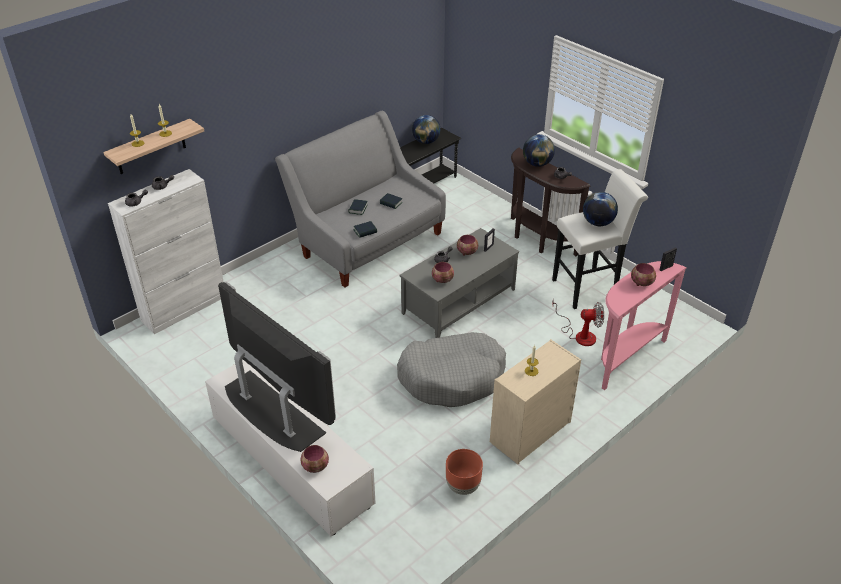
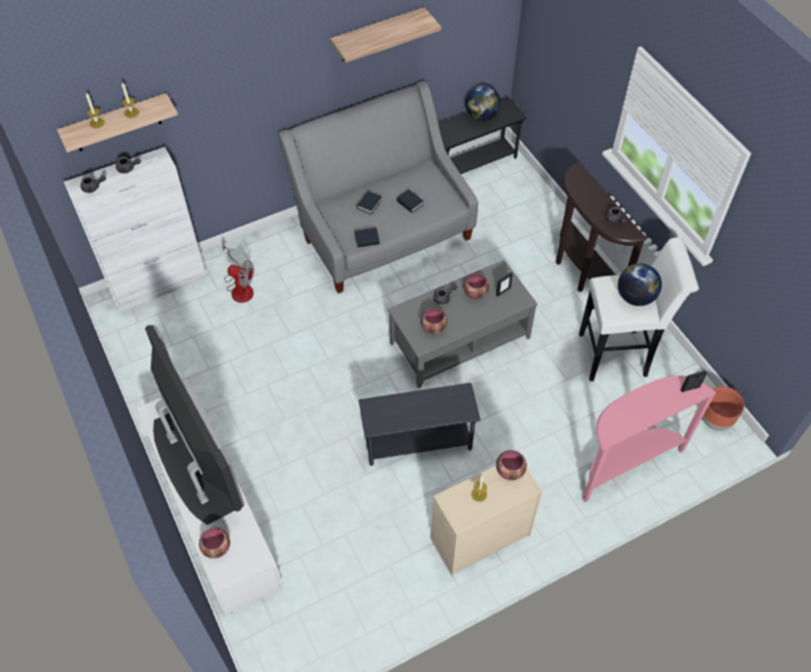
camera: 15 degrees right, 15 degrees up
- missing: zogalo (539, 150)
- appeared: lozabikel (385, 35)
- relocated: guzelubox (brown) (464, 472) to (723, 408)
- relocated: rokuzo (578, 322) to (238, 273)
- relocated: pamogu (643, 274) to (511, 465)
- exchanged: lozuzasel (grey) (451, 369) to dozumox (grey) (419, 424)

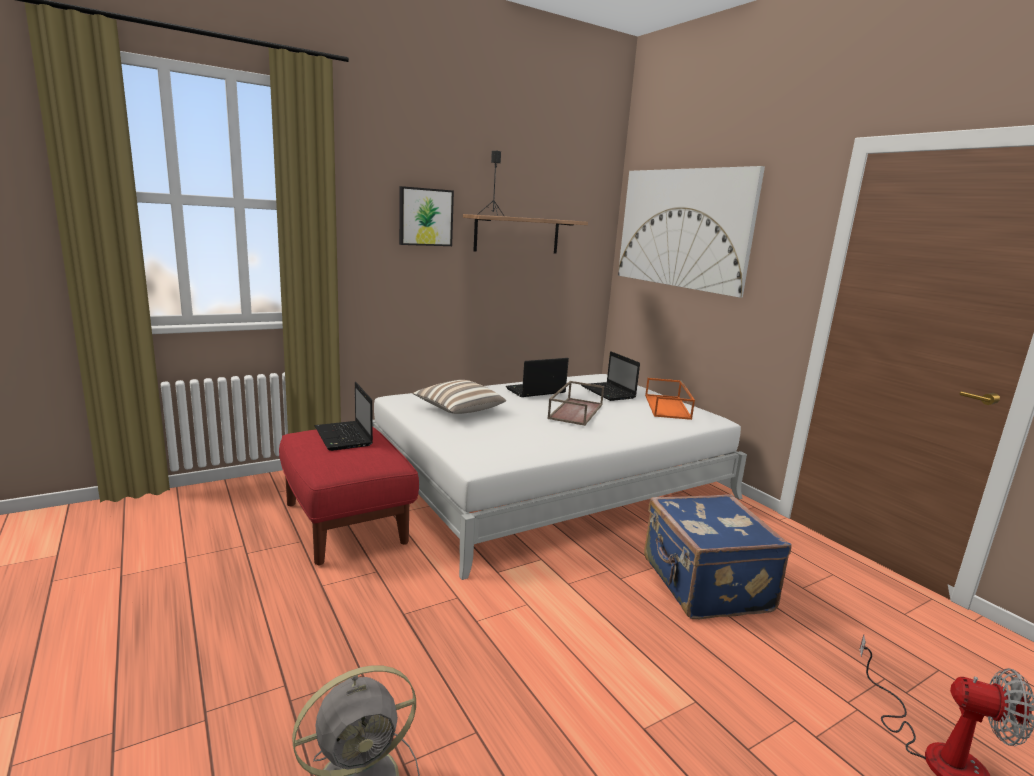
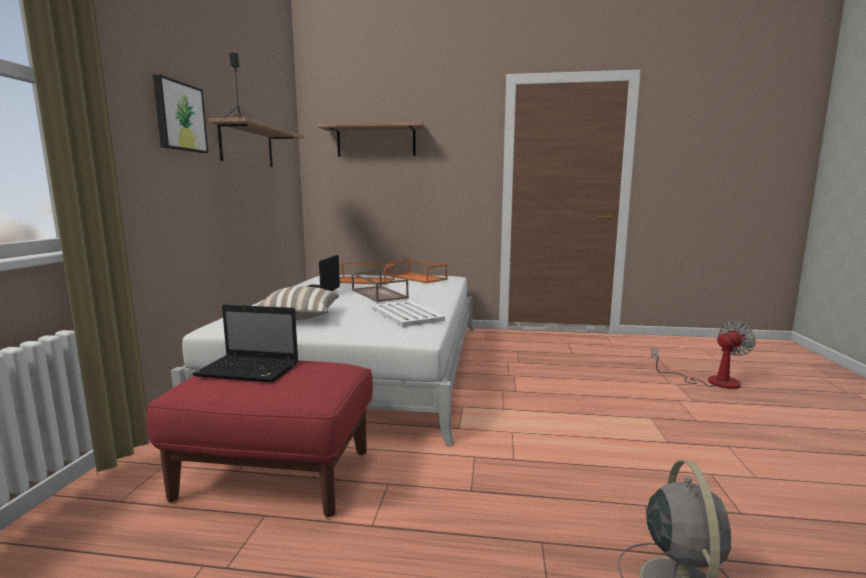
camera: 50 degrees left, 5 degrees down
- missing: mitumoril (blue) (717, 556)
- appeared: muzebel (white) (408, 314)
- exchanged: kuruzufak (610, 376) to muzebel (orange) (367, 273)
- exchanged: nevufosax (691, 231) to lozabikel (371, 139)

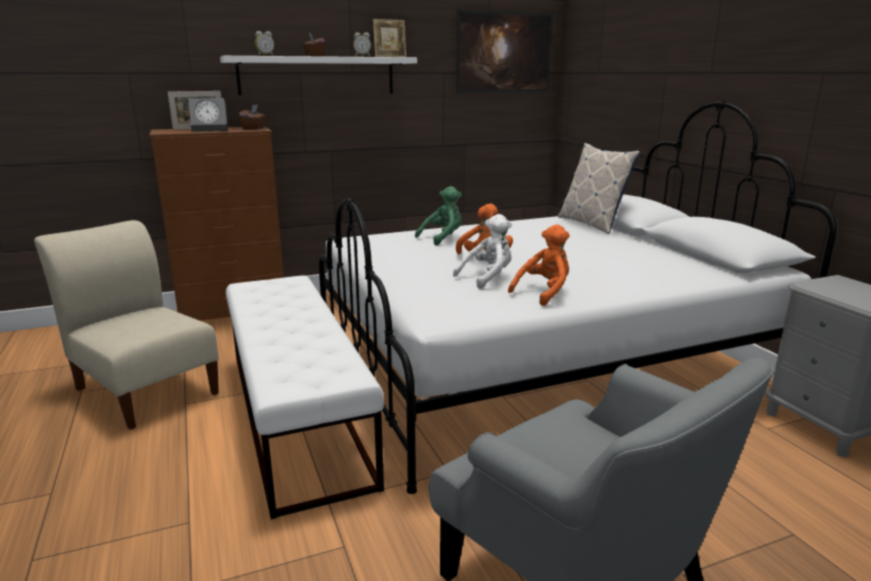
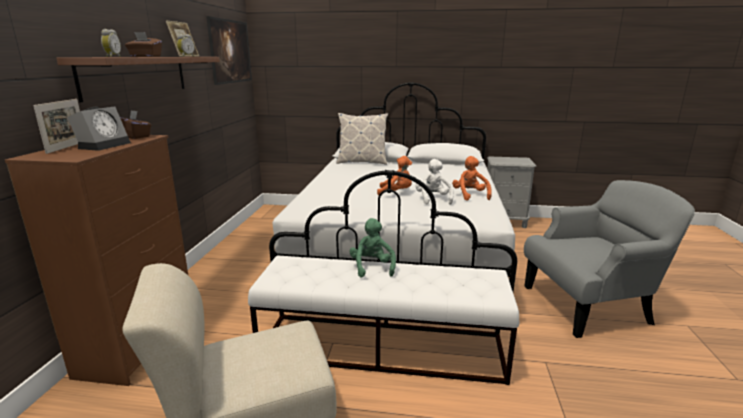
camera: 60 degrees left, 0 degrees up
- relocated: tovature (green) (438, 216) to (372, 248)
- colour: lozabikel (white) (318, 75) to lozabikel (brown) (138, 79)

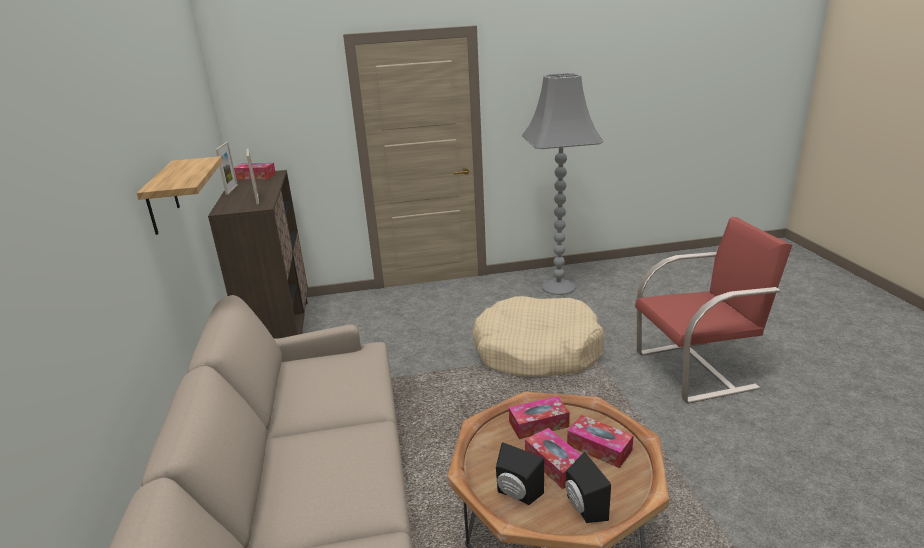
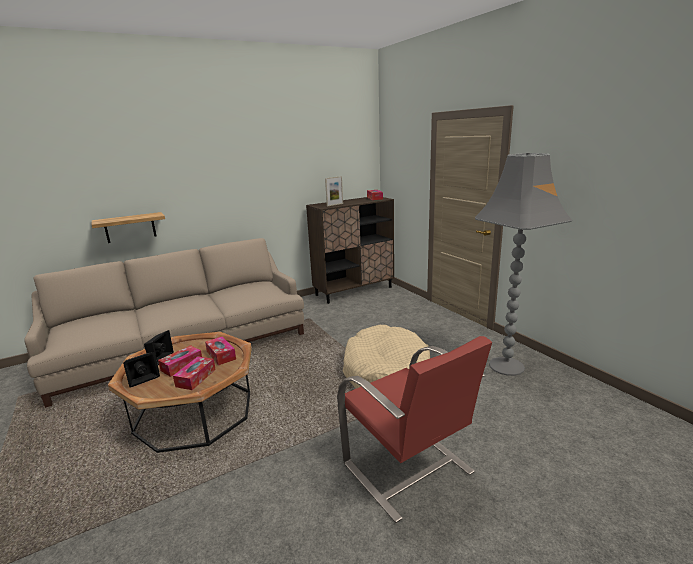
camera: 70 degrees right, 5 degrees down
- missing: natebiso (226, 168)
- relocated: lozabikel (179, 195) to (128, 227)

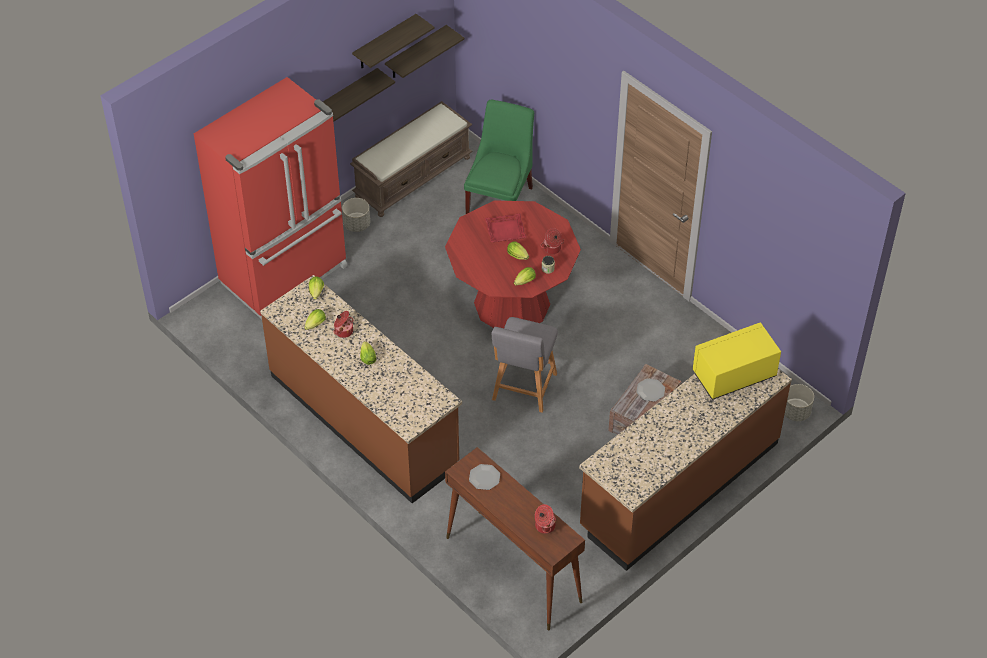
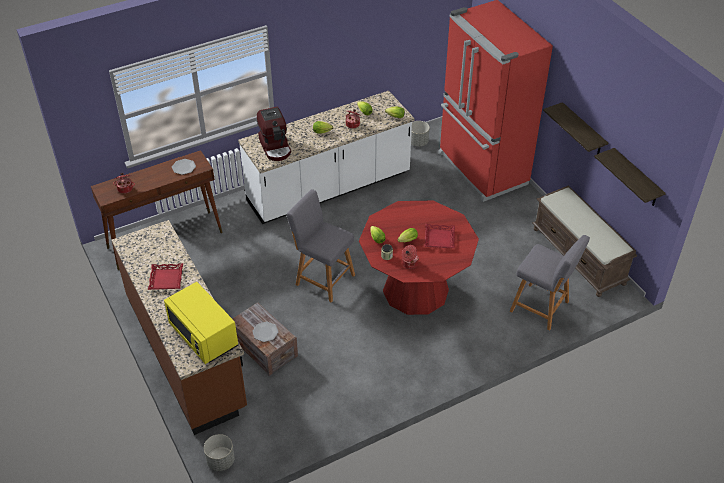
camera: 105 degrees right, 5 degrees down
- missing: lozabikel (393, 41)
- appeared: muzebel (red) (165, 276)
- appeared: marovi (274, 134)
- relocated: guzelubox (grey) (356, 215) to (420, 133)
- exchanged: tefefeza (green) (499, 157) to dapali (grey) (549, 283)
- colour: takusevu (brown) (361, 389) to takusevu (white) (326, 157)
- spun: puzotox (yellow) (737, 361) = (201, 323) 150 degrees clockwise

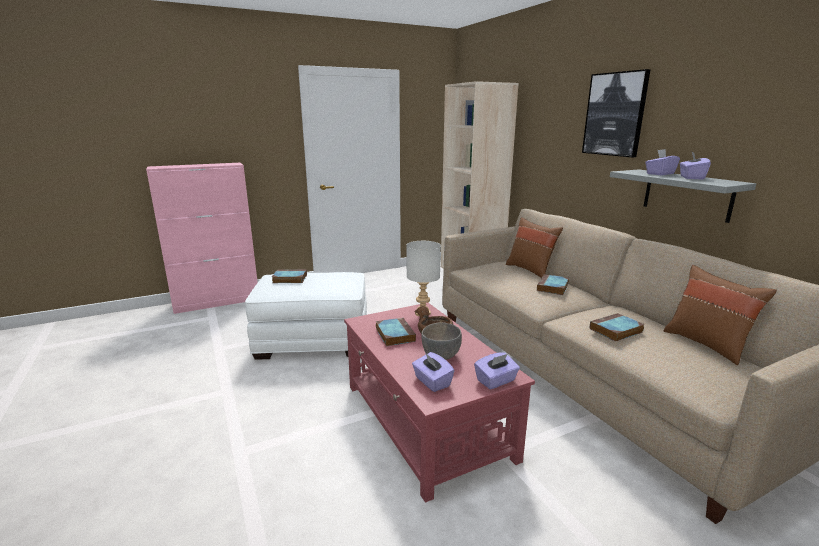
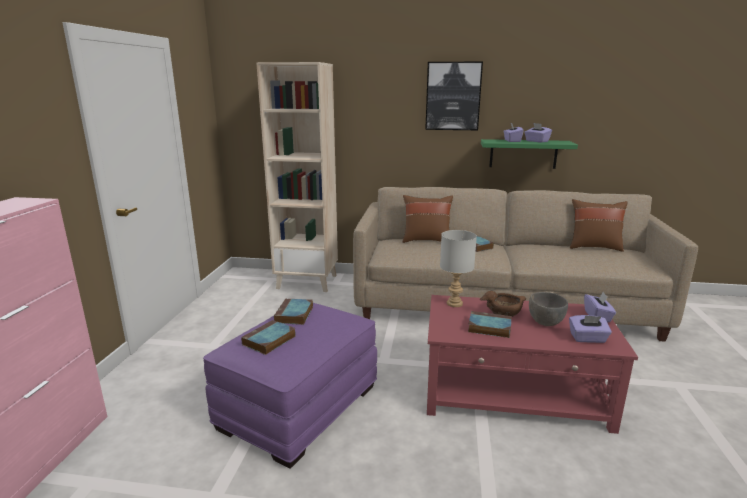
camera: 55 degrees left, 0 degrees up
- relocated: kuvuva (617, 327) to (293, 312)
- colour: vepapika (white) (306, 316) to vepapika (purple) (290, 386)
- colour: lozabikel (grey) (683, 196) to lozabikel (green) (529, 154)

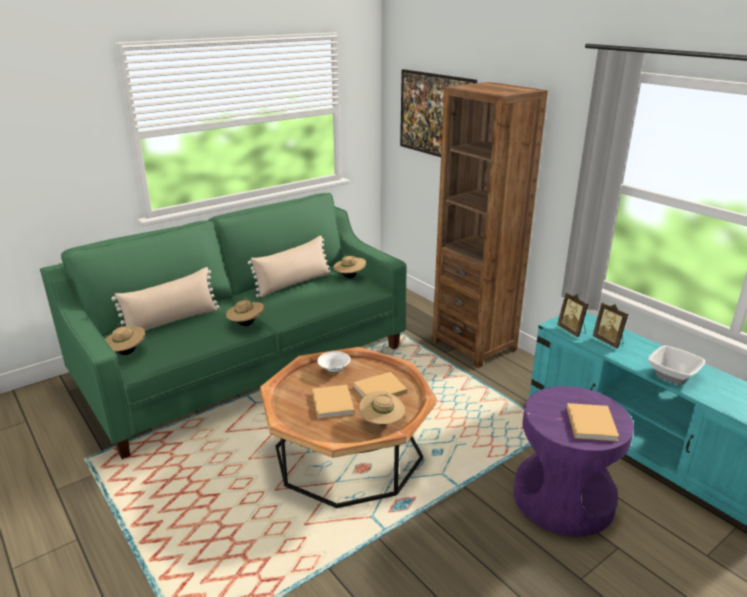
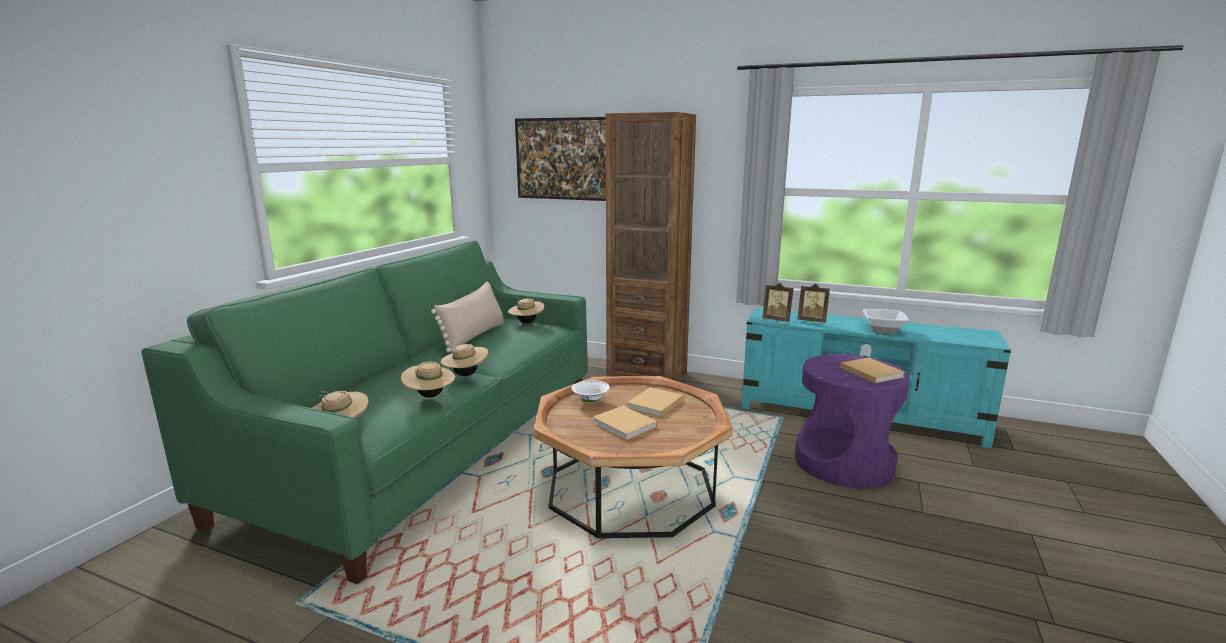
camera: 30 degrees left, 10 degrees down
- missing: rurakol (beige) (165, 299)
- relocated: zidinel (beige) (382, 408) to (428, 380)

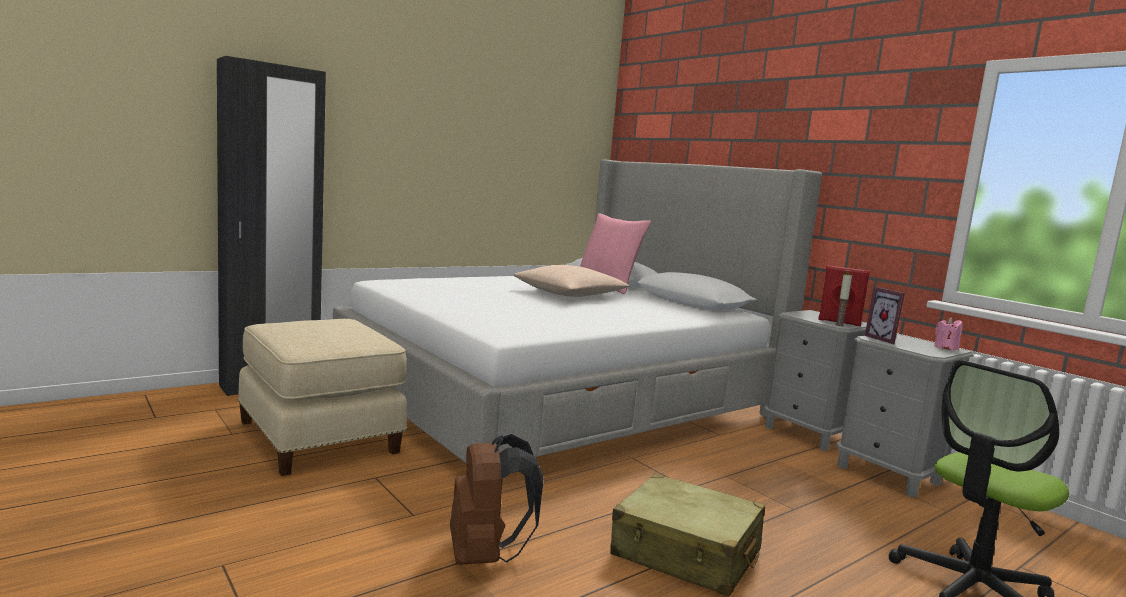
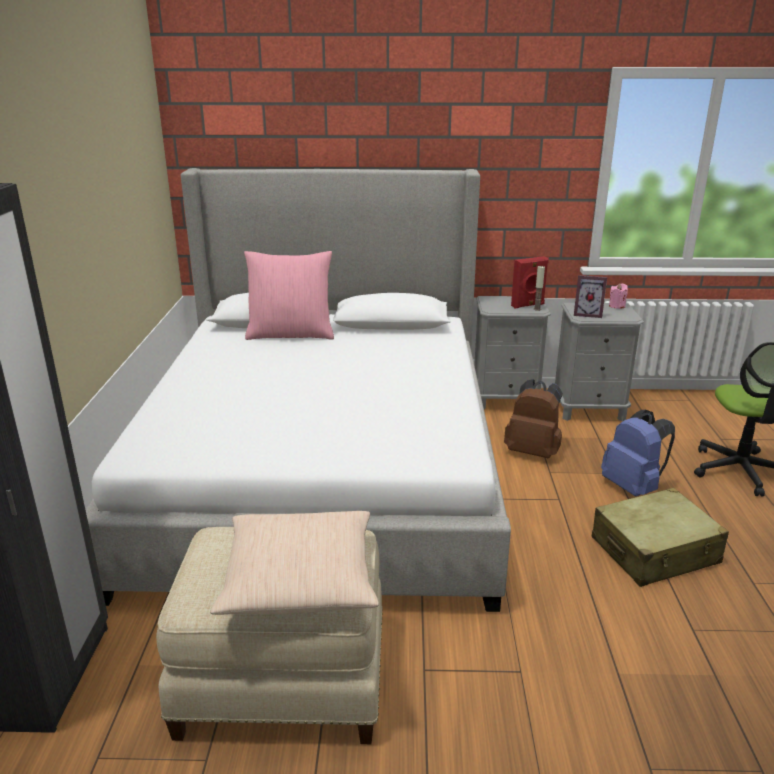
camera: 50 degrees left, 15 degrees up
- appeared: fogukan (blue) (638, 453)
- relocated: fogukan (brown) (497, 499) to (533, 418)
- relocated: rurakol (beige) (571, 281) to (294, 563)

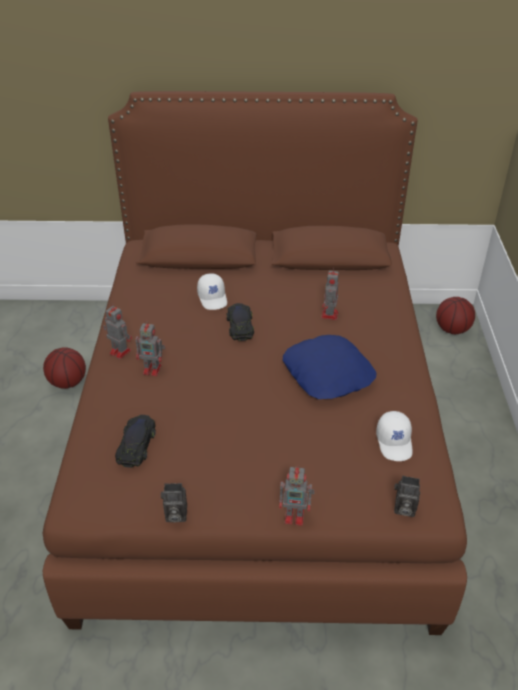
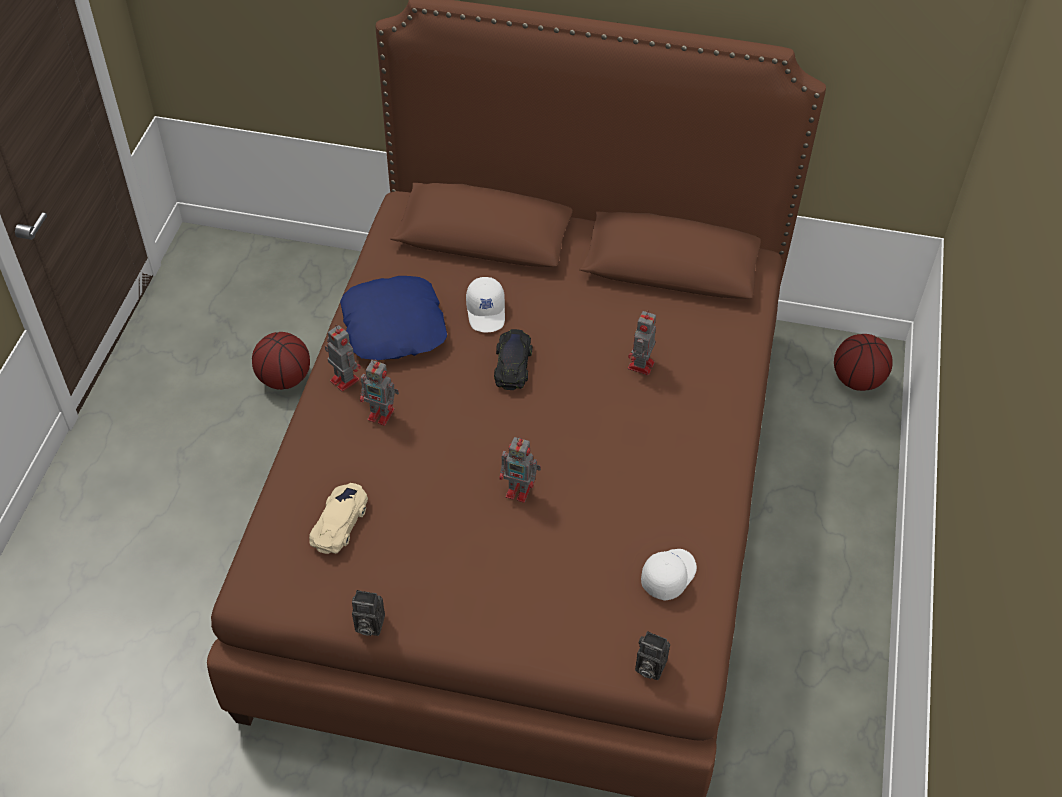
camera: 10 degrees right, 10 degrees up
- relocated: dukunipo (297, 496) to (520, 470)
- relocated: rurakol (blue) (329, 367) to (393, 318)
- colour: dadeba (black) (135, 441) to dadeba (beige) (338, 518)
- spun: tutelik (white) (394, 436) = (669, 575) 150 degrees counterclockwise

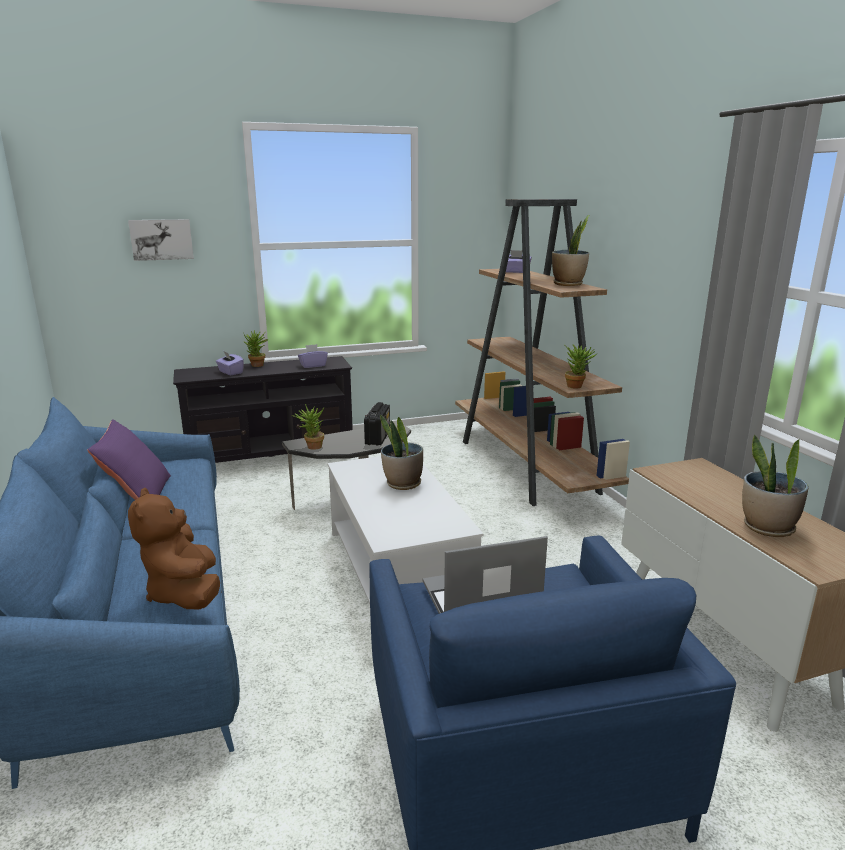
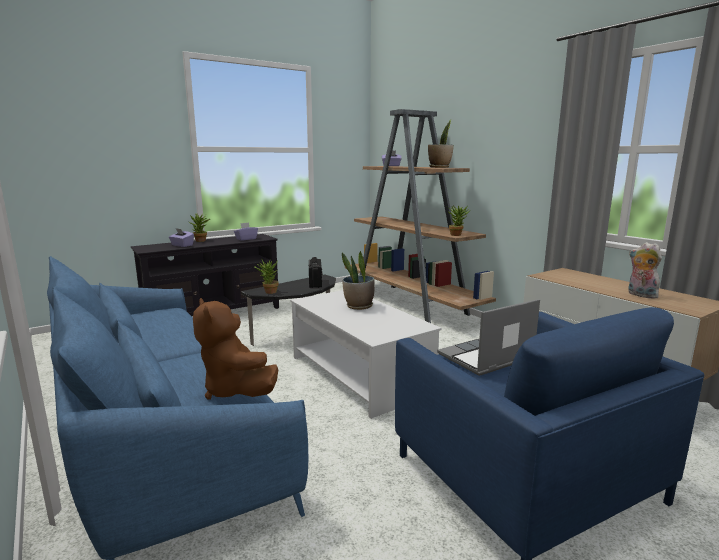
camera: 15 degrees left, 5 degrees down
- missing: rurakol (purple) (129, 459)
- missing: nevufosax (161, 240)
- exchanged: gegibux (775, 486) to tovature (645, 270)

